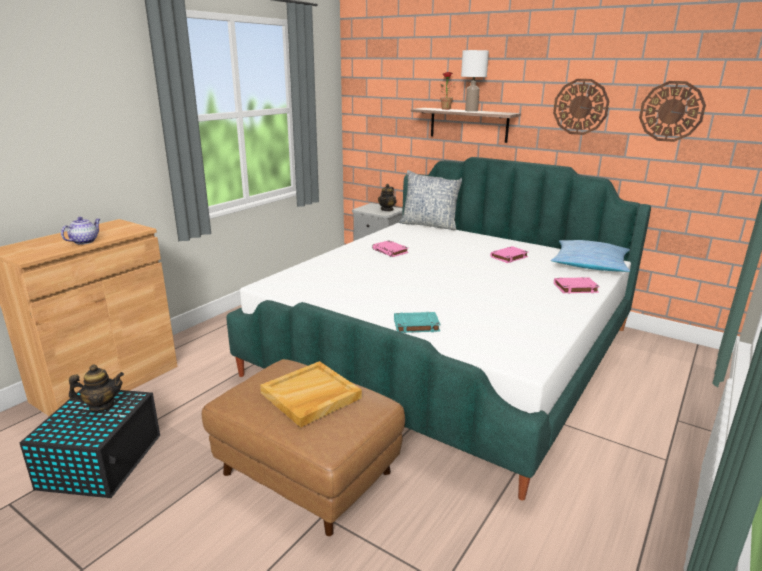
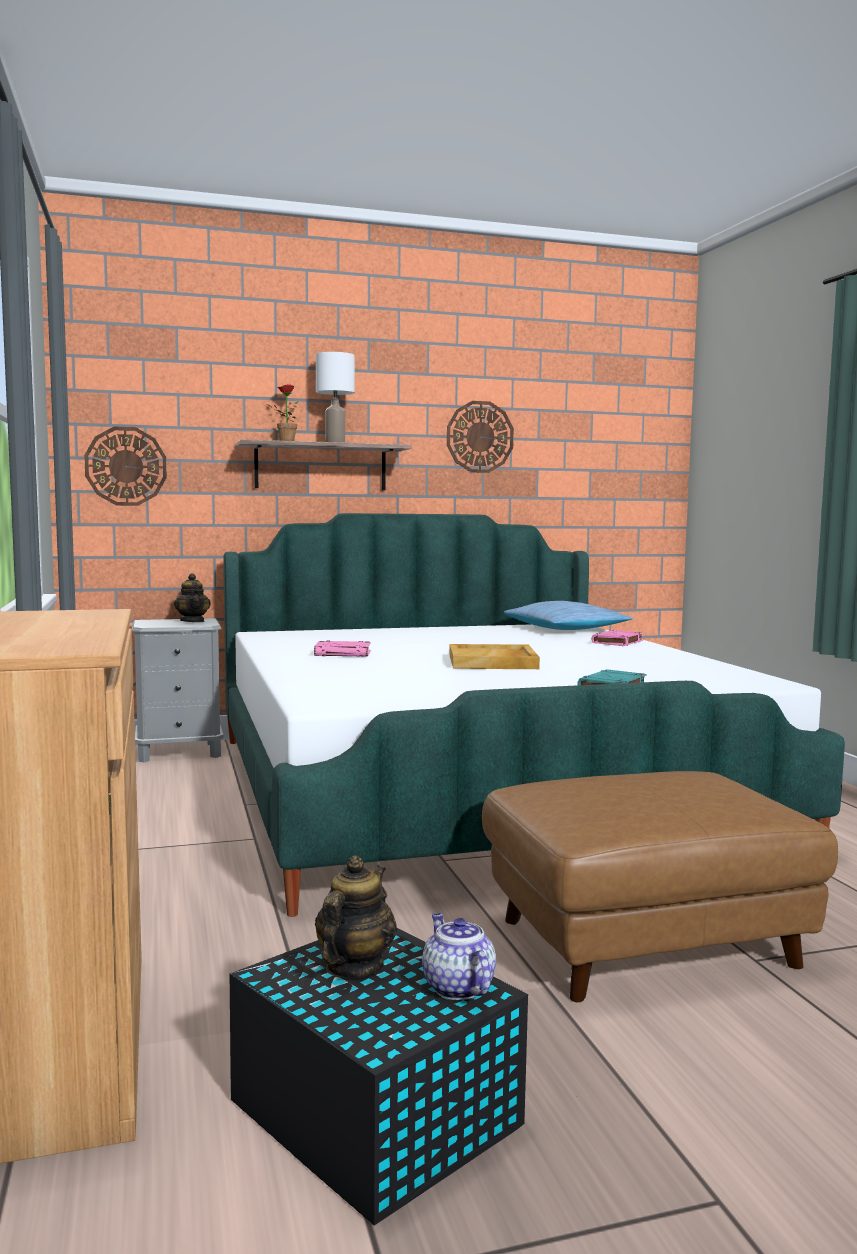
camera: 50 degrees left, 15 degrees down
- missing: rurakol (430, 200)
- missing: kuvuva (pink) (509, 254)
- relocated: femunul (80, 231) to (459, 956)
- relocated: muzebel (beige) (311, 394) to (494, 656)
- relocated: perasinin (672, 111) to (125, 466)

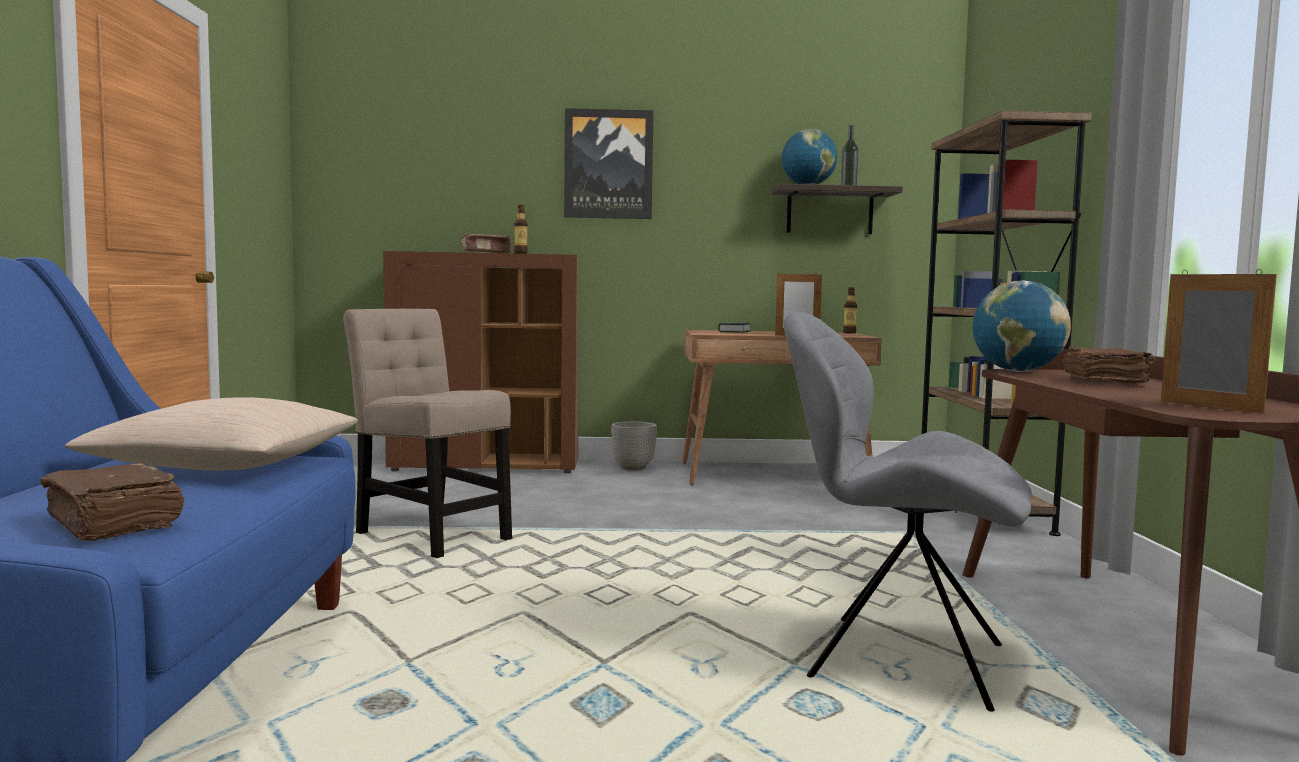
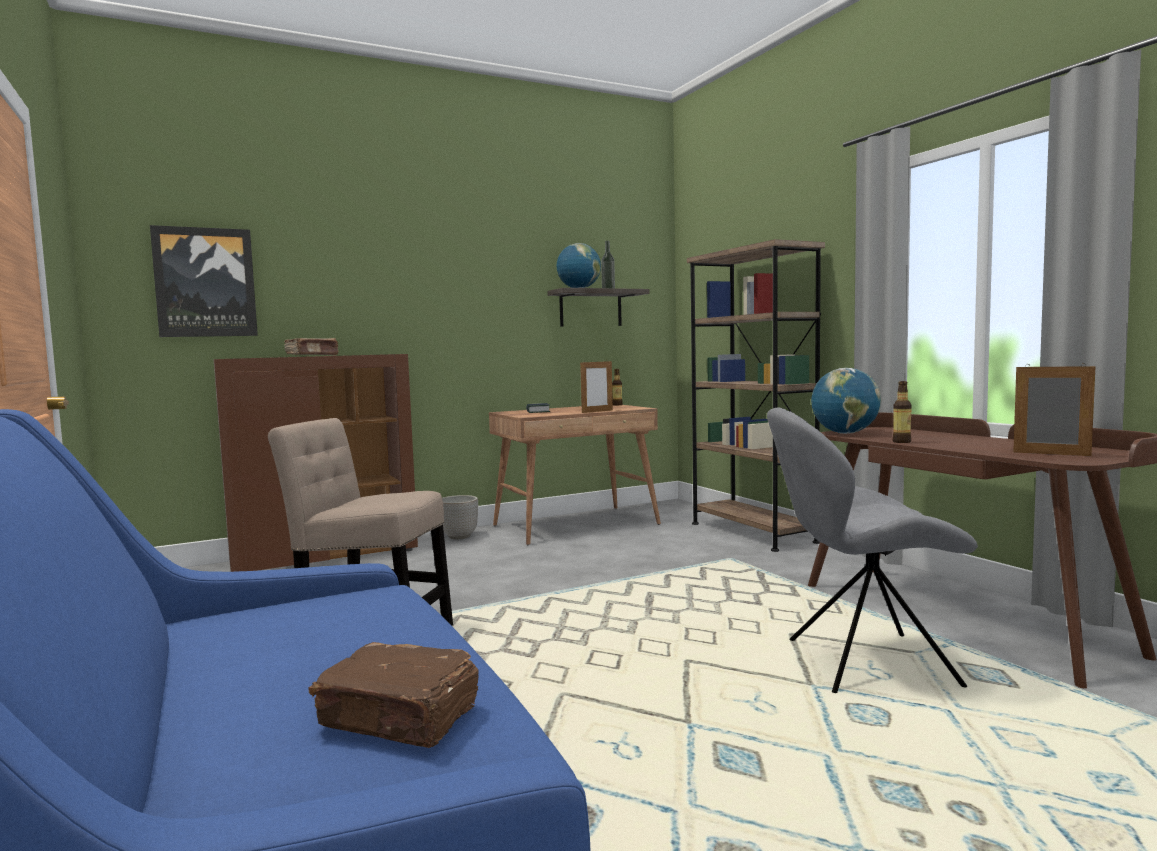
camera: 25 degrees left, 0 degrees up
- missing: rurakol (beige) (211, 434)
- missing: kuvuva (brown) (1109, 365)
- relocated: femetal (521, 229) to (902, 412)
- relocated: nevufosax (609, 163) to (204, 281)

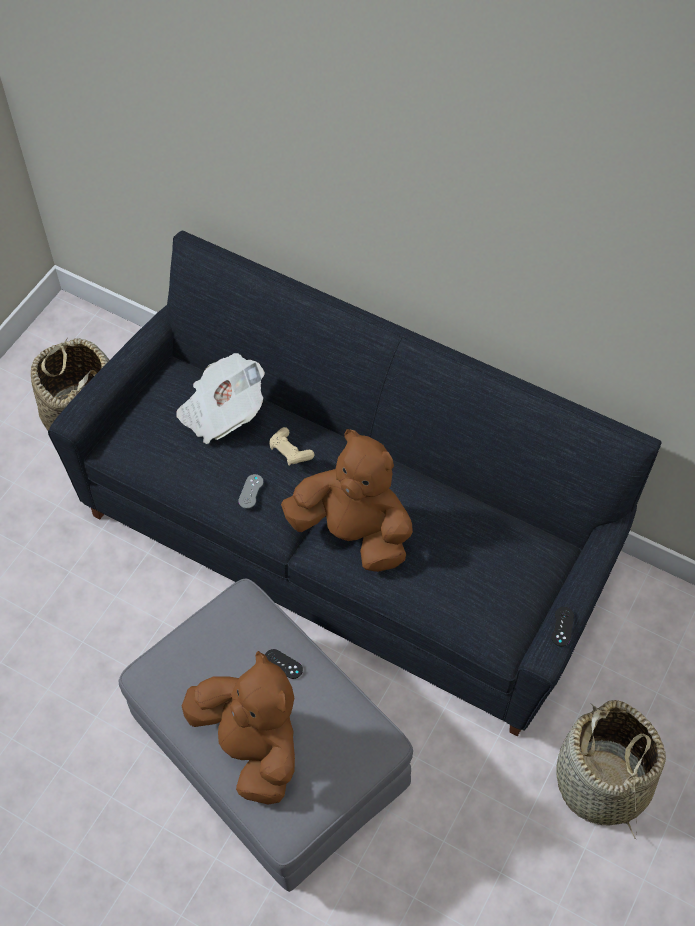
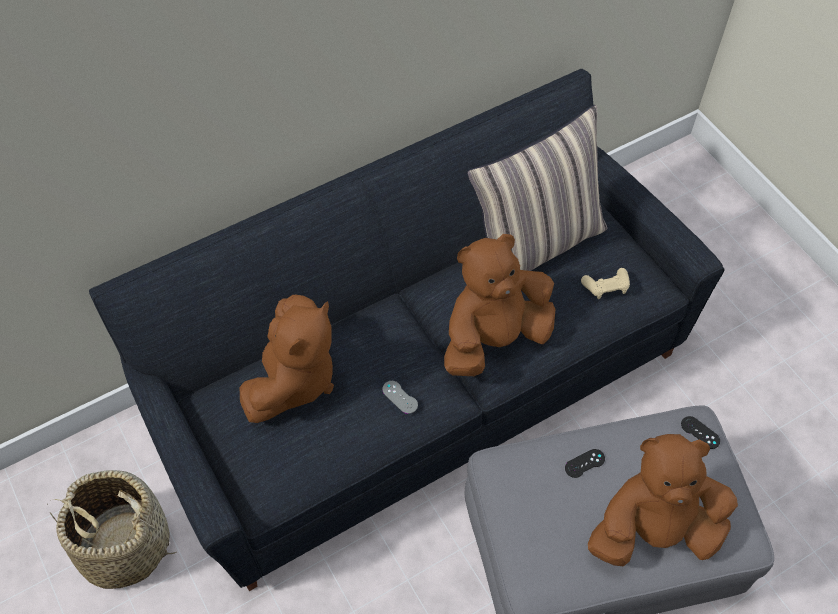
camera: 60 degrees left, 0 degrees up
- missing: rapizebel (611, 769)
- appeared: rurakol (537, 188)
- relocated: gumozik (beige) (291, 446) to (605, 283)
- relocated: gumozik (black) (562, 626) to (700, 432)
- exchanged: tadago (220, 398) to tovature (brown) (287, 359)

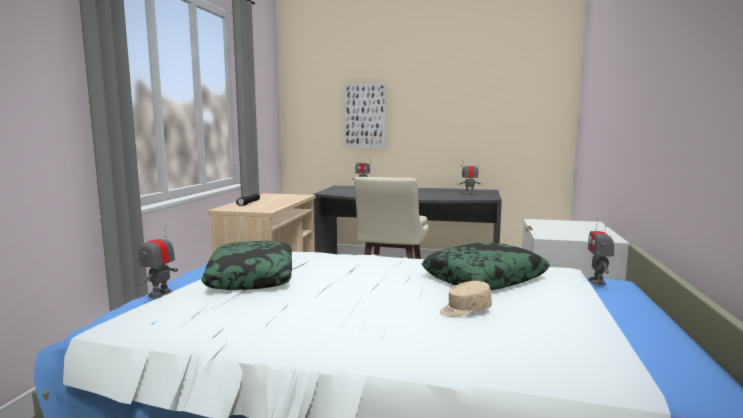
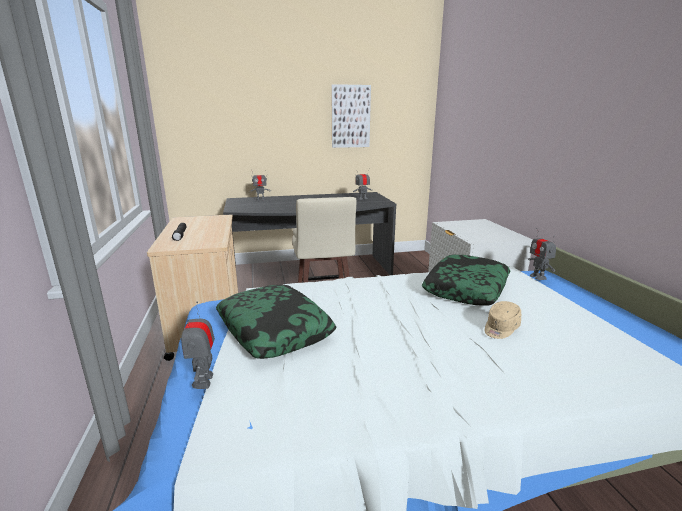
camera: 25 degrees left, 10 degrees up
- relocated: nevufosax (365, 115) to (351, 116)

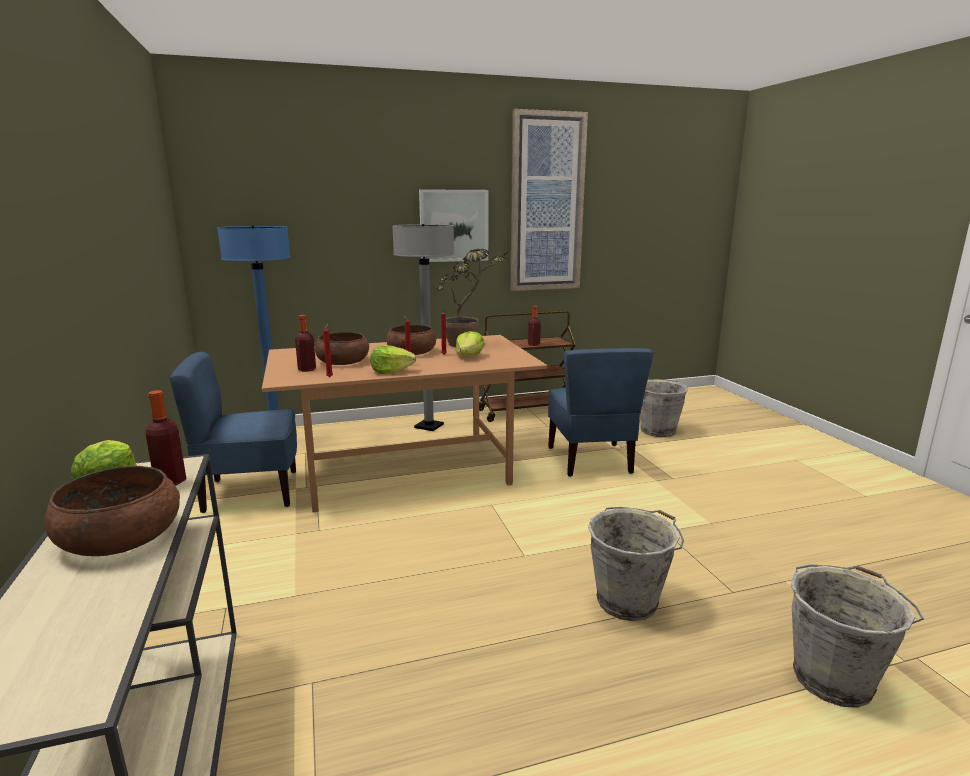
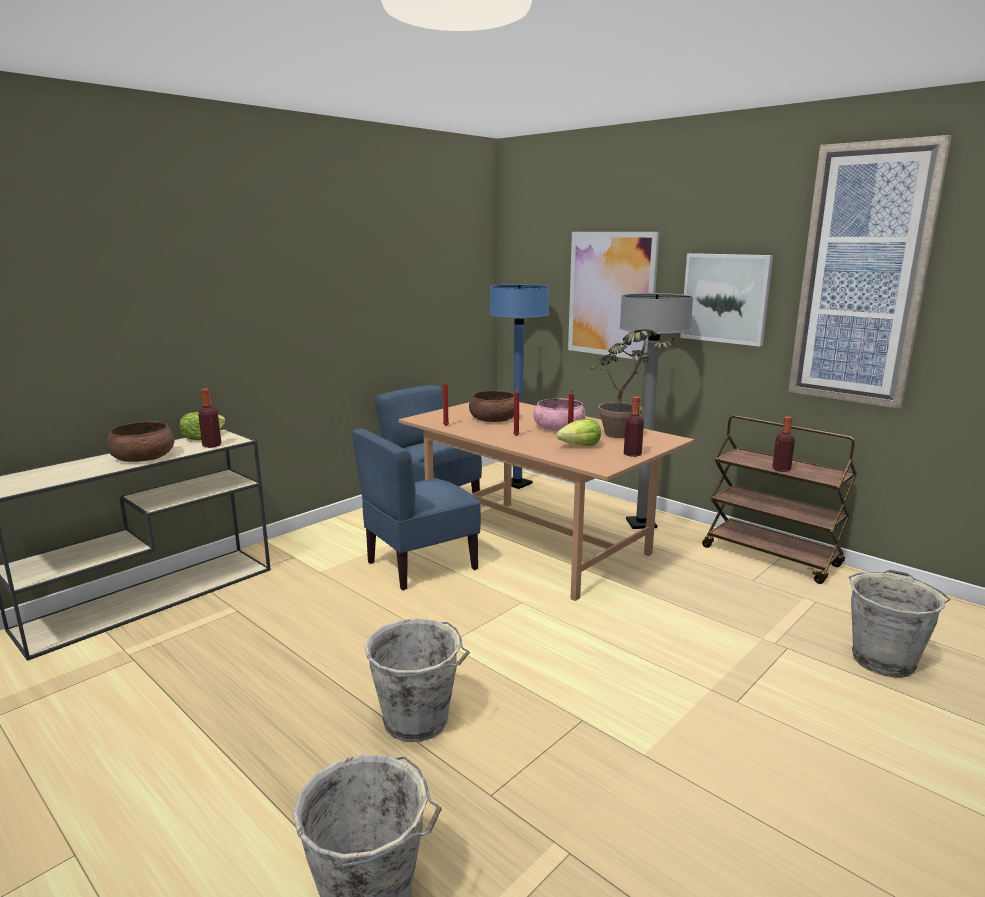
camera: 60 degrees right, 0 degrees up
- missing: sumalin (393, 359)
- appeared: nevufosax (613, 296)
- relocated: femetal (305, 343) to (634, 426)
- relocated: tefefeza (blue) (601, 412) to (416, 509)
- colour: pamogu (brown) (411, 340) to pamogu (pink) (559, 414)

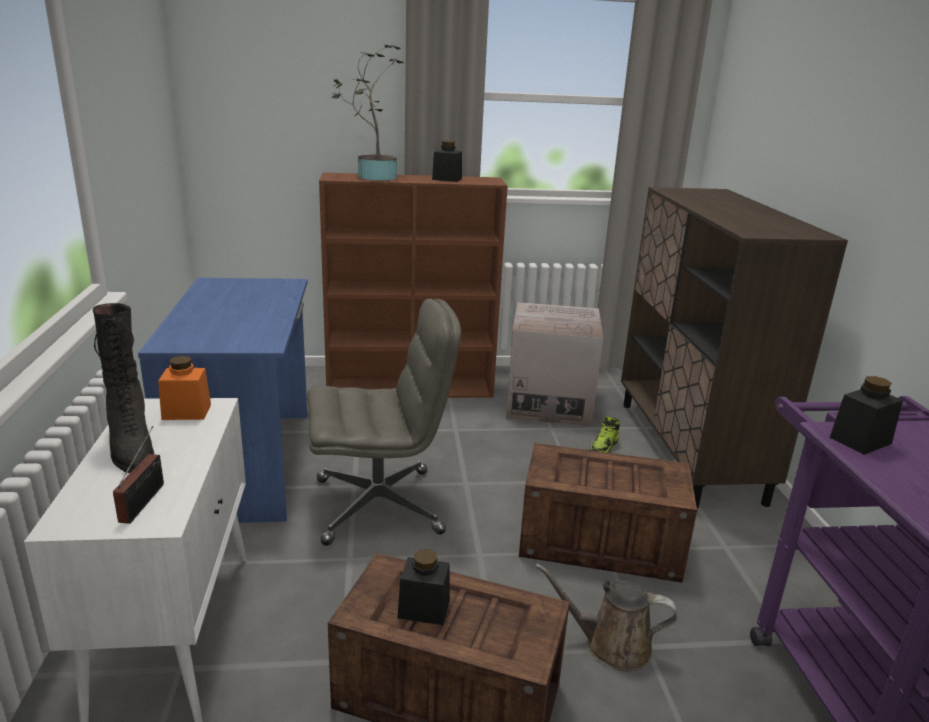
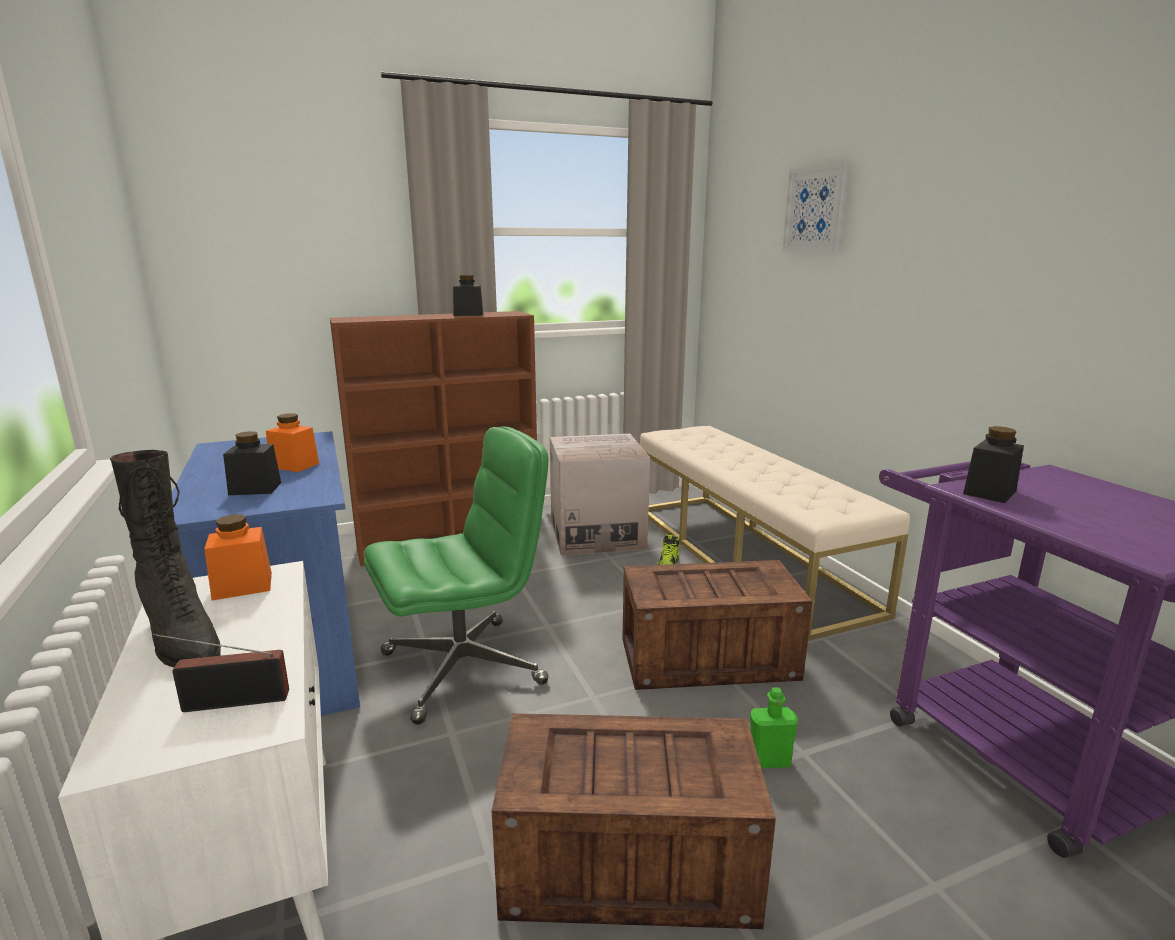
camera: 15 degrees left, 5 degrees down
- missing: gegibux (367, 113)
- appeared: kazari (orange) (292, 443)
- appeared: nevufosax (816, 206)
- relocated: kazari (black) (424, 587) to (252, 463)
- exchanged: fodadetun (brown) (606, 617) to femetal (green) (774, 727)
- exchanged: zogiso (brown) (734, 347) to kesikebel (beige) (775, 533)
- colour: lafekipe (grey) (383, 422) to lafekipe (green) (456, 576)
- spun: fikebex (138, 475) = (220, 673) 90 degrees counterclockwise

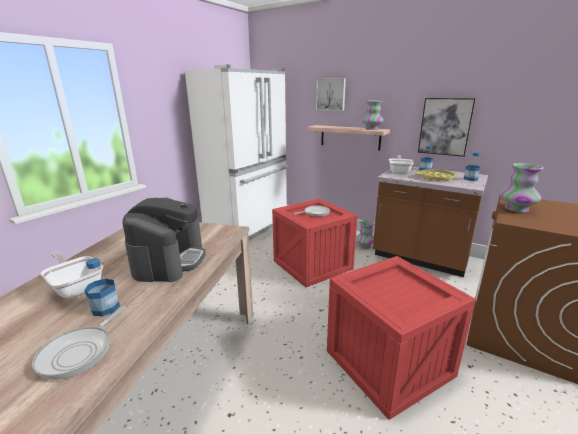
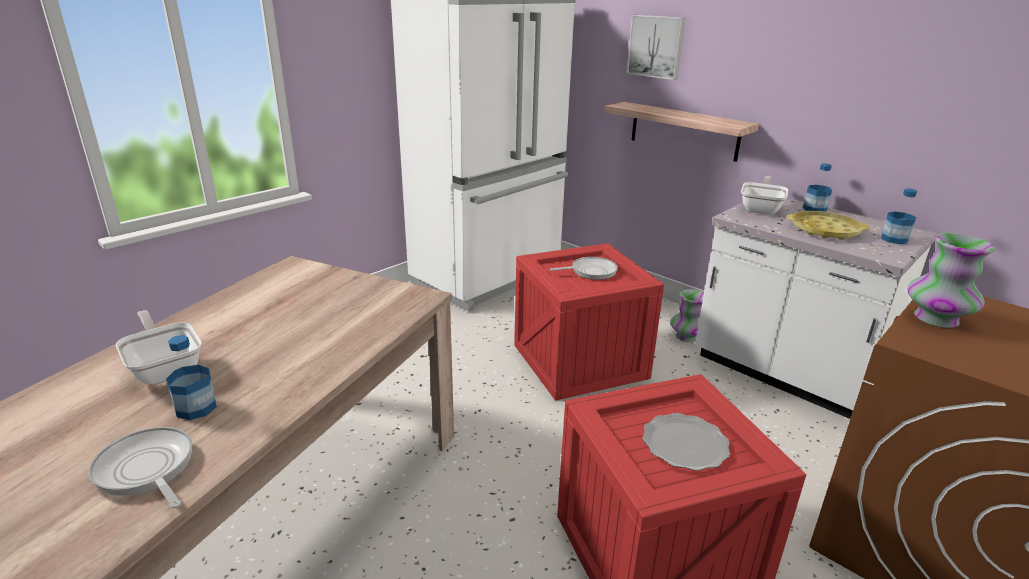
camera: 10 degrees right, 5 degrees up
- missing: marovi (164, 240)
- missing: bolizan (373, 115)
- missing: nevufosax (447, 127)
- appeared: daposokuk (686, 442)
- colour: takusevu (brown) (430, 222) to takusevu (white) (816, 308)
- spun: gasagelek (79, 343) = (140, 467) 105 degrees clockwise

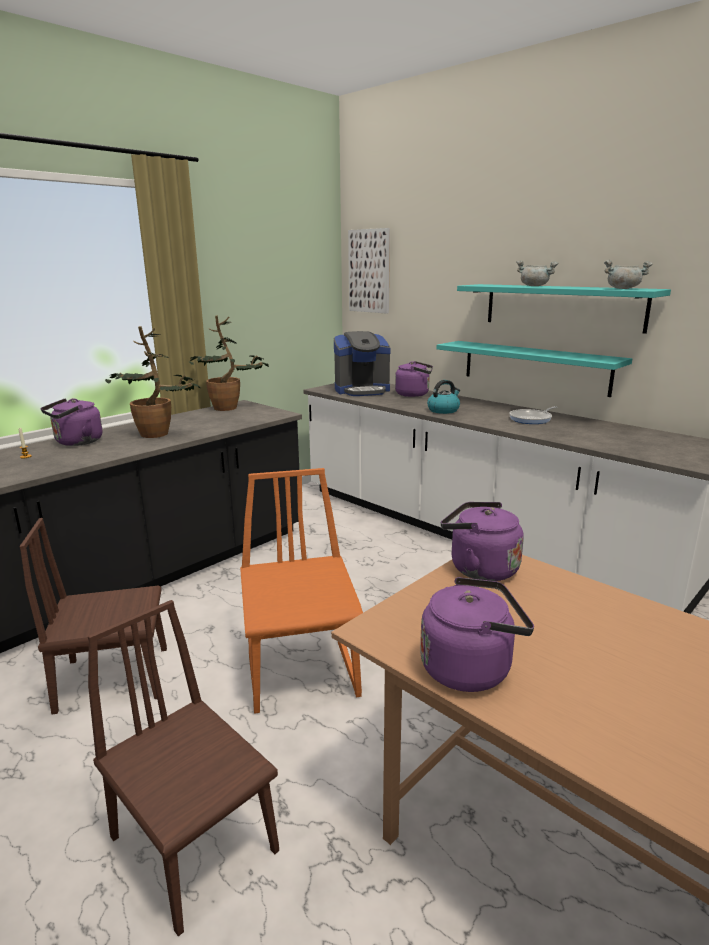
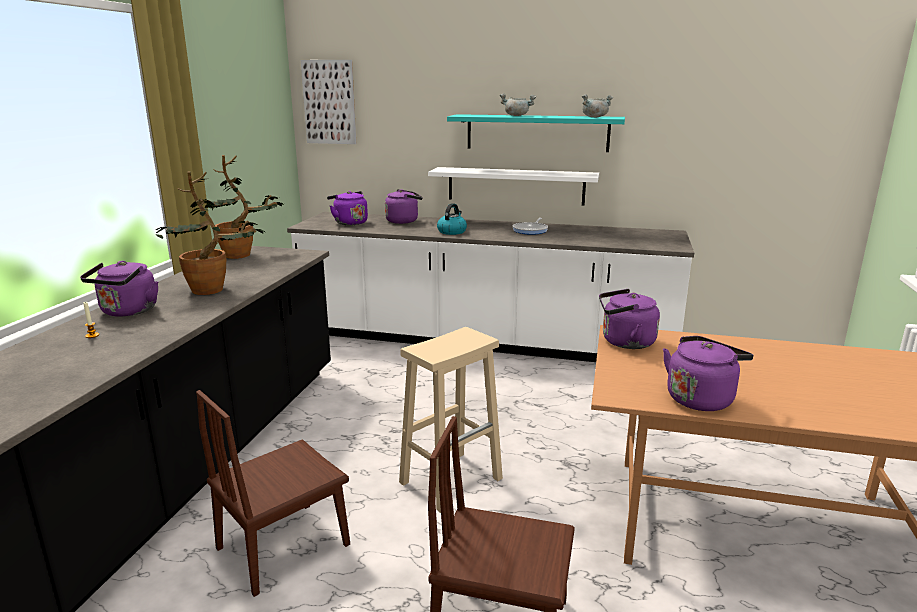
camera: 30 degrees left, 0 degrees up
- exchanged: tefefeza (orange) (301, 591) to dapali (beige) (451, 420)
- exchanged: marovi (362, 363) to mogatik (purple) (347, 208)
- colour: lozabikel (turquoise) (534, 369) to lozabikel (white) (513, 186)

